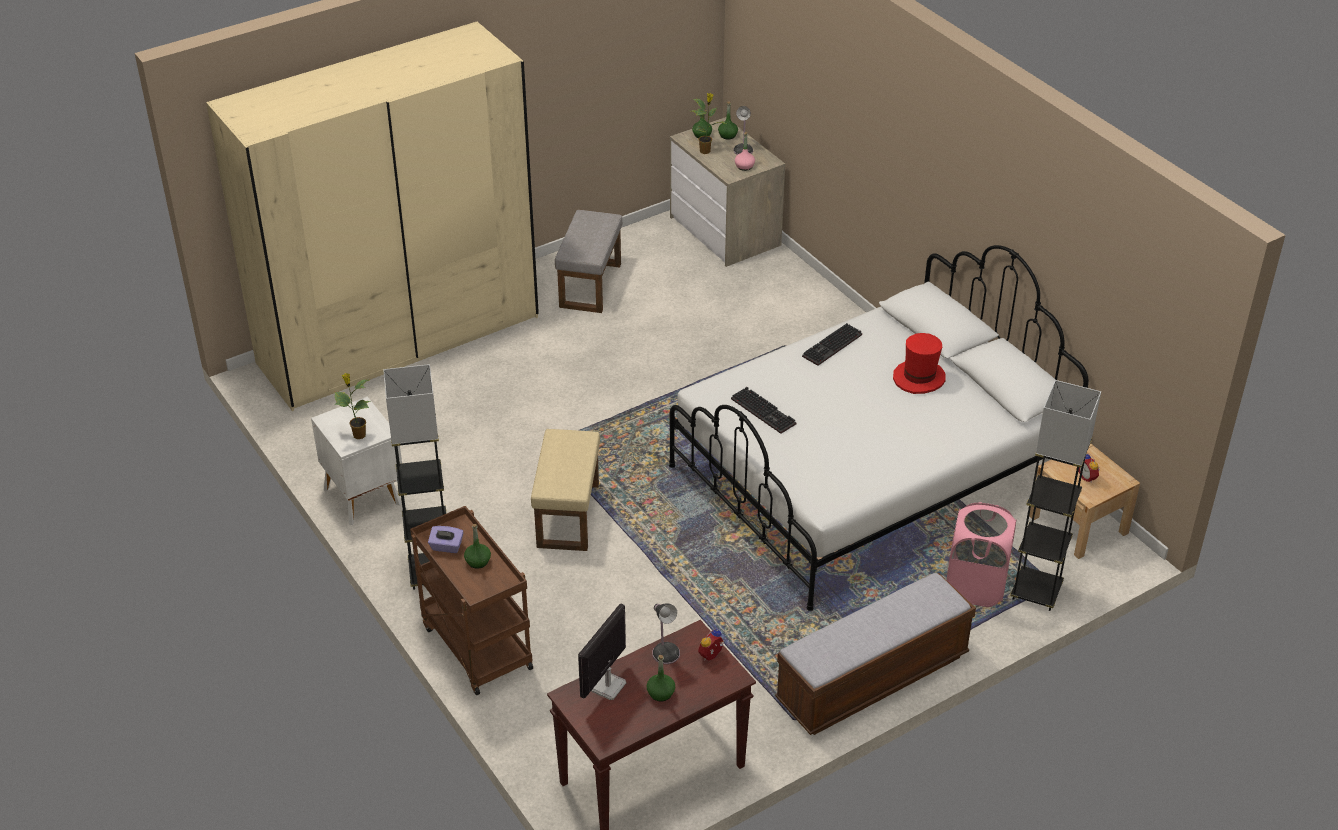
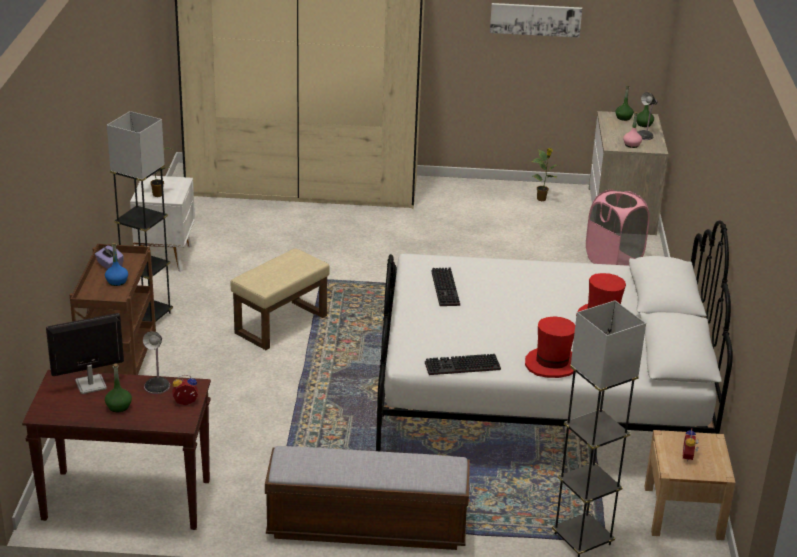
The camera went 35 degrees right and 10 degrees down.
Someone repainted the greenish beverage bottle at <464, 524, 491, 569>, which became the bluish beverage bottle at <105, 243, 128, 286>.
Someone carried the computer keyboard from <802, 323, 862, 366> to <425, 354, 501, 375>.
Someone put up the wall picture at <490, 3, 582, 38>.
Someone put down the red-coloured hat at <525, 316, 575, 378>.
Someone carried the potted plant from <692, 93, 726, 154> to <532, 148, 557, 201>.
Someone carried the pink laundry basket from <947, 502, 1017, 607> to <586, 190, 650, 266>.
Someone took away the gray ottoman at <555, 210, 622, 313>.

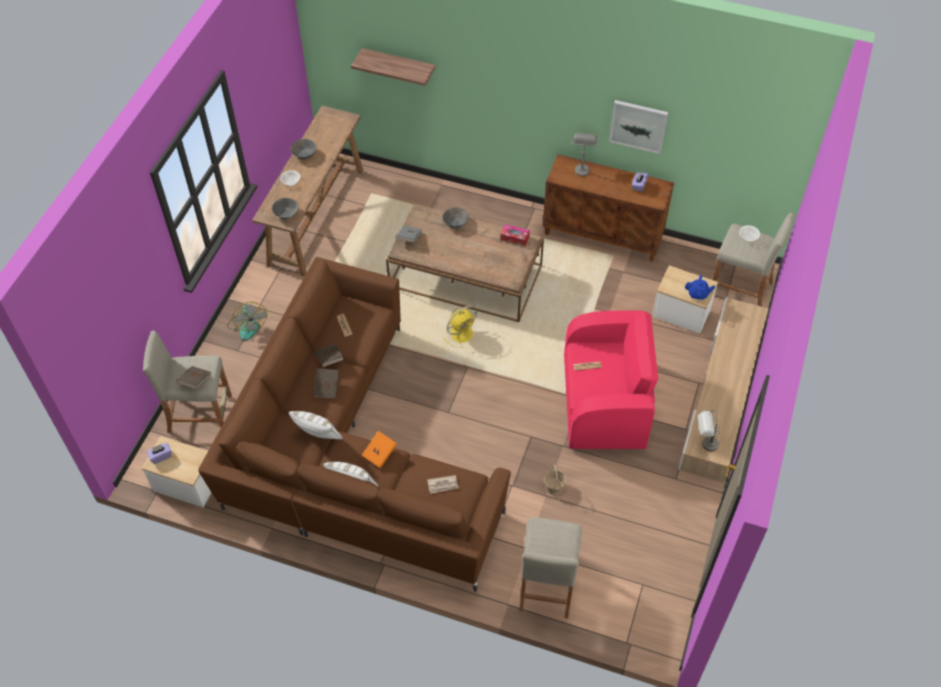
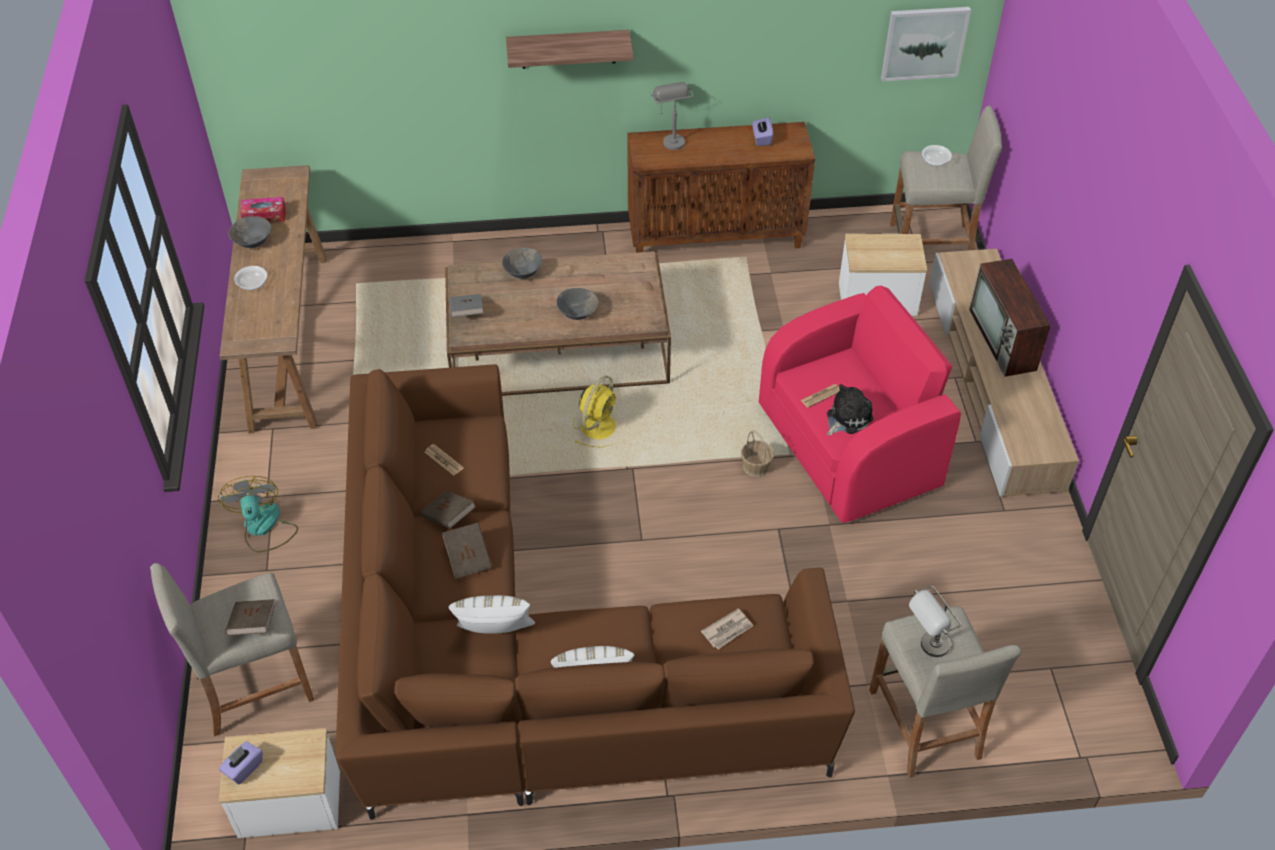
The camera went 25 degrees left and 5 degrees down.
Someone rotated the cooling fan at <227, 302, 267, 340> by 150 degrees counterclockwise.
Someone carried the tissue holder from <500, 224, 530, 246> to <240, 197, 286, 223>.
Someone carried the shelf from <351, 48, 435, 86> to <506, 30, 633, 69>.
Someone carried the gray bowl from <272, 198, 299, 219> to <556, 288, 599, 320>.
Someone carried the household basket from <544, 465, 566, 495> to <741, 430, 774, 477>.
Someone put down the soft toy at <827, 384, 873, 436>.
Someone carried the wall picture from <609, 100, 668, 154> to <881, 7, 971, 82>.
Someone carried the gray lamp for a table from <698, 410, 720, 451> to <909, 586, 961, 657>.
Someone put down the television at <969, 259, 1051, 377>.
Someone took away the orange book at <362, 431, 397, 468>.
Someone took away the bluish tea pot at <685, 275, 715, 300>.

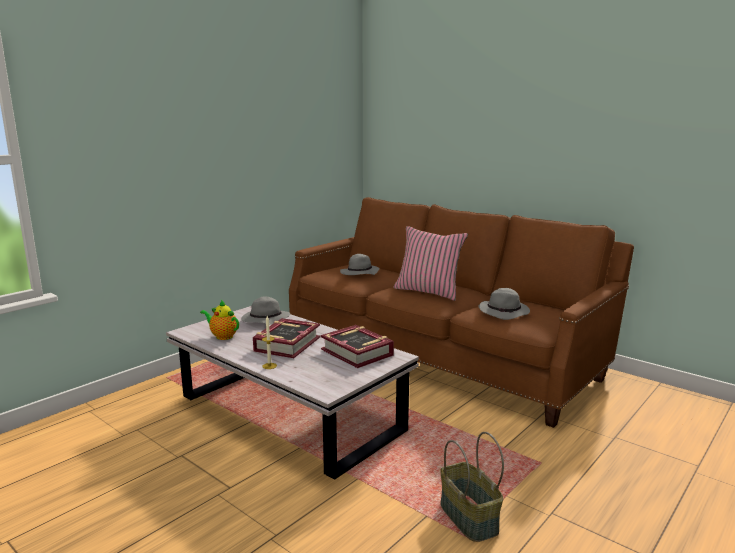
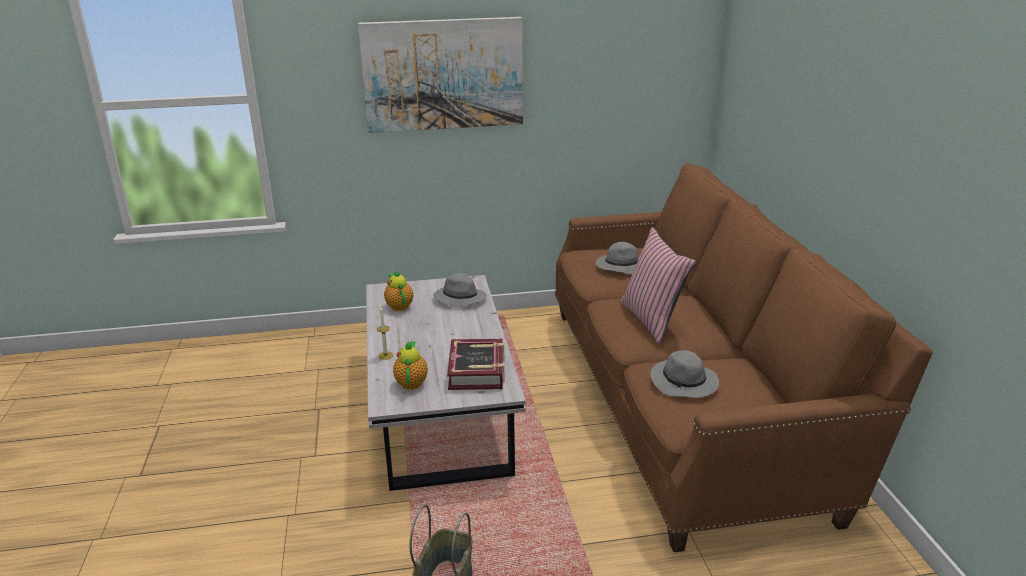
The camera went 40 degrees right and 10 degrees up.
Someone put up the wall picture at <358, 17, 523, 133>.
Someone put down the tea pot at <393, 341, 428, 390>.
Someone took away the book at <253, 318, 320, 358>.

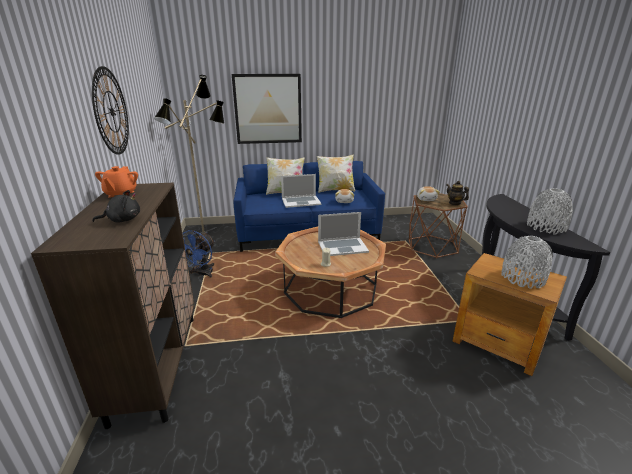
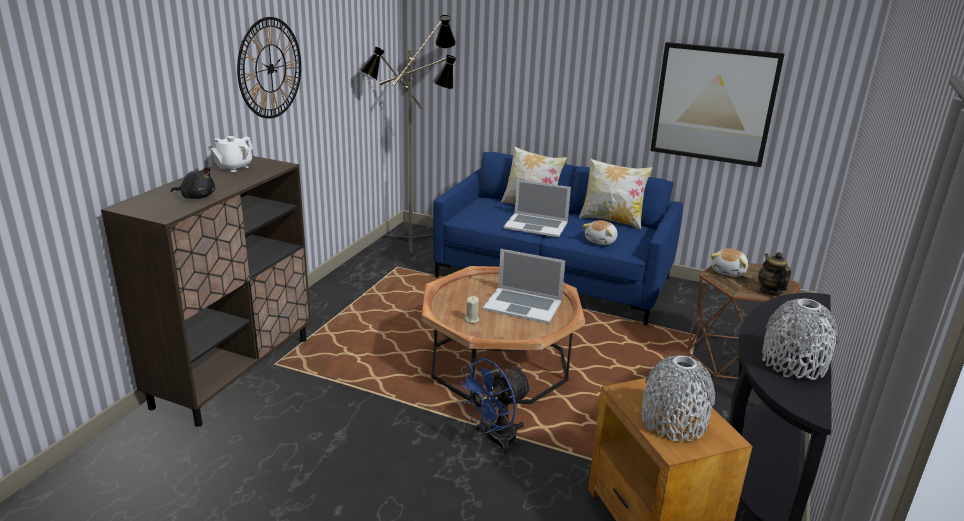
The camera went 30 degrees right and 0 degrees up.
Someone repainted the orange tea pot at <95, 166, 138, 197>, which became the white-coloured tea pot at <210, 136, 253, 172>.
Someone carried the bluish cooling fan from <183, 230, 215, 277> to <457, 358, 532, 455>.
Someone carried the wall picture from <232, 74, 302, 144> to <650, 42, 785, 167>.

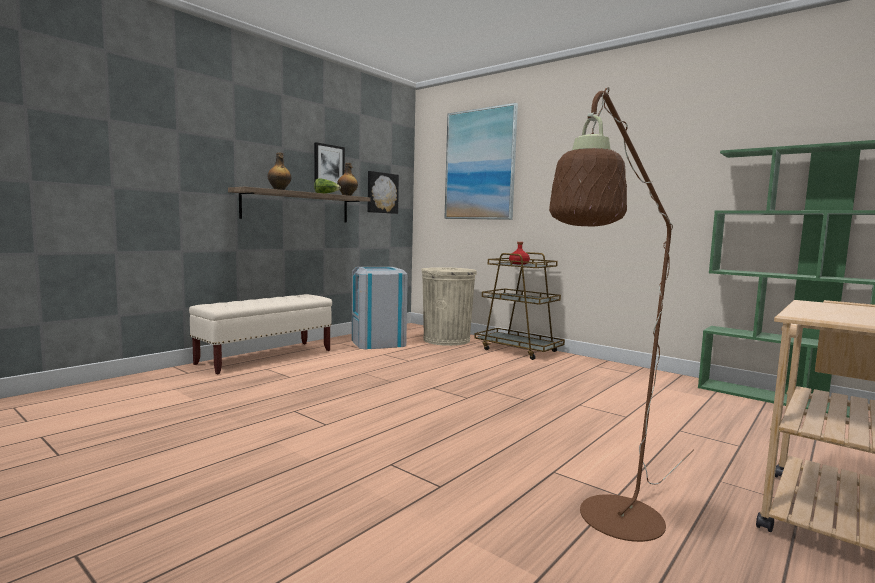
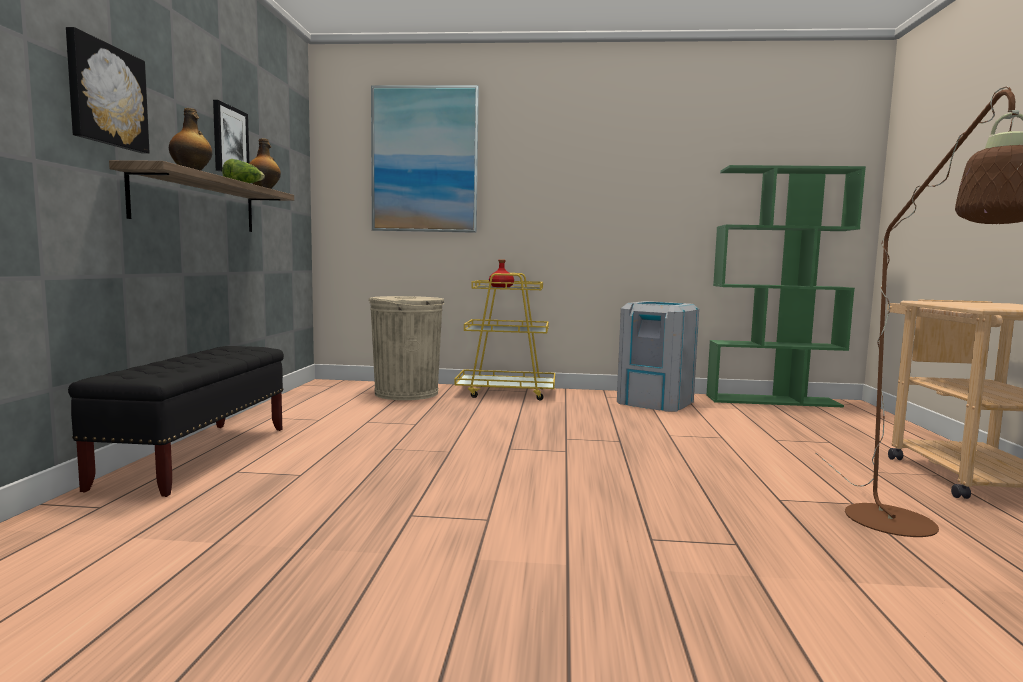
The camera went 35 degrees left and 0 degrees up.
Someone carried the wall picture from <368, 171, 399, 214> to <66, 27, 150, 154>.
Someone repainted the beige bench at <189, 294, 332, 374>, which became the black-coloured bench at <68, 346, 284, 497>.
Someone repainted the brown cart at <474, 252, 565, 360>, which became the yellowish cart at <454, 273, 555, 400>.
Someone carried the gray waste bin from <351, 267, 408, 350> to <617, 301, 699, 412>.

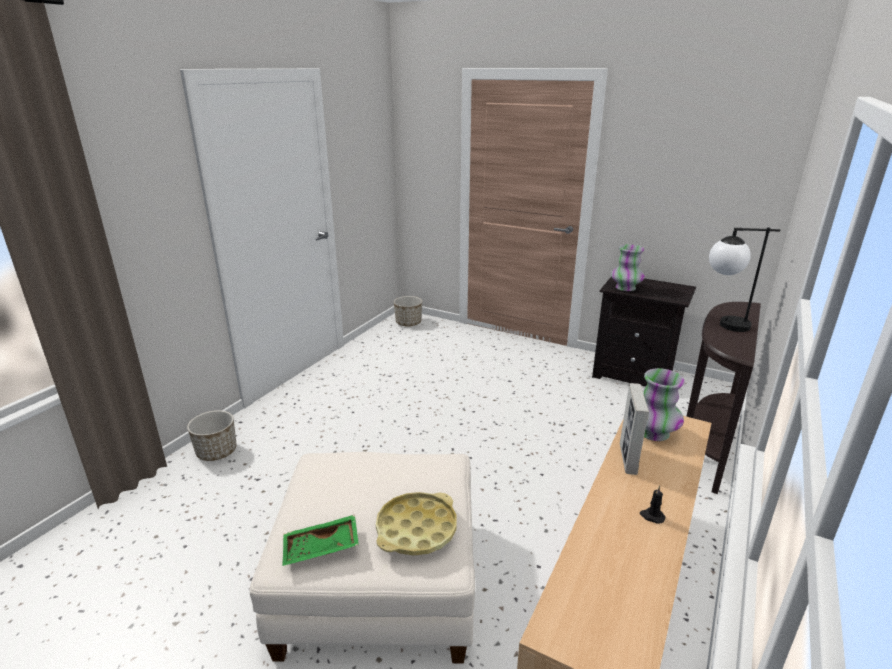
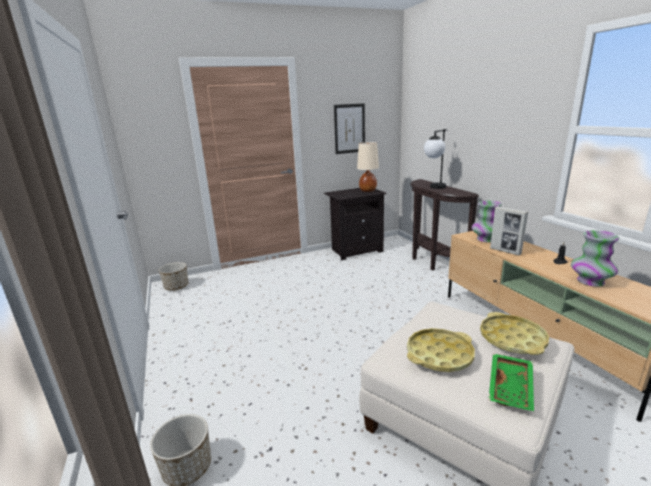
The camera went 50 degrees left and 5 degrees down.
Someone put up the wall picture at <334, 103, 365, 154>.
Someone put down the beige lamp for a table at <357, 142, 379, 192>.
Someone put down the yellowish serving tray at <407, 328, 475, 372>.
Someone carried the decorative vase from <611, 244, 645, 291> to <571, 230, 619, 287>.

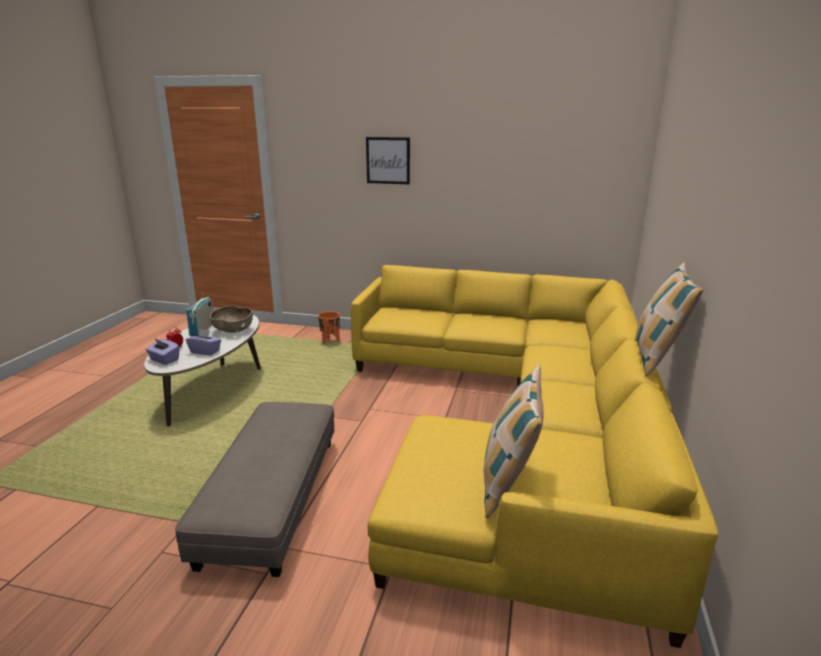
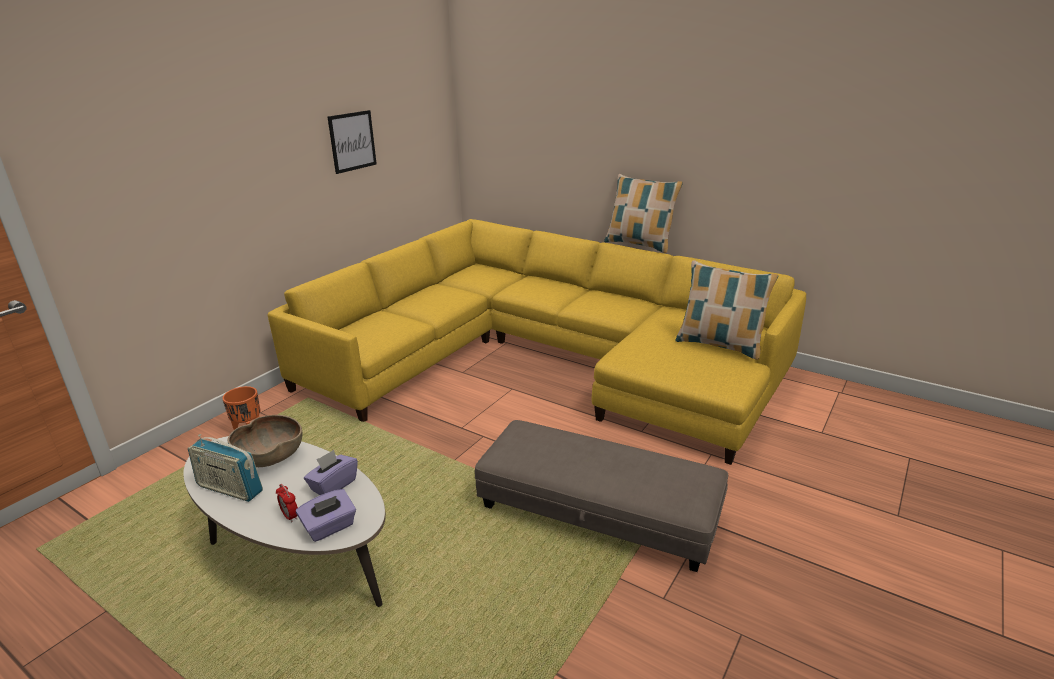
The camera went 70 degrees left and 5 degrees up.
Someone carried the wall picture from <366, 137, 410, 184> to <328, 110, 377, 174>.

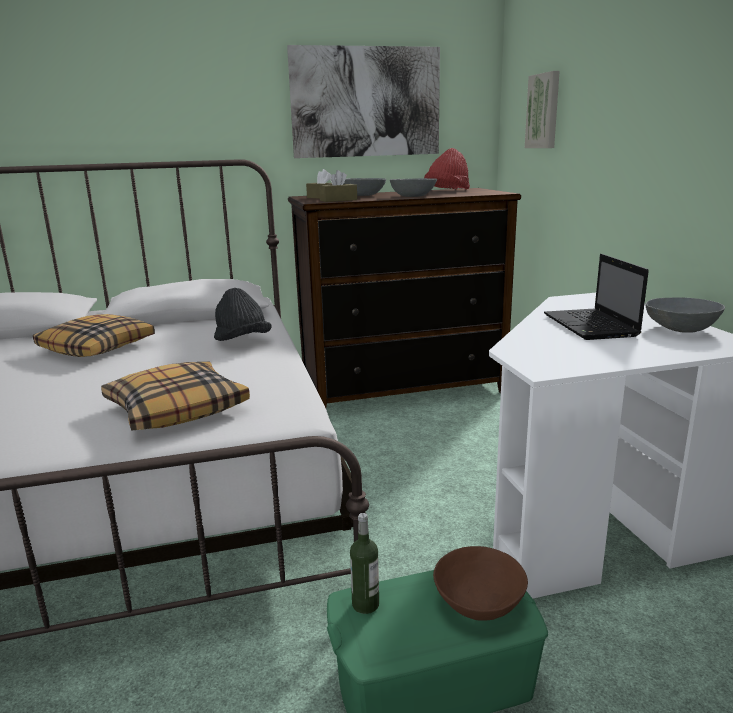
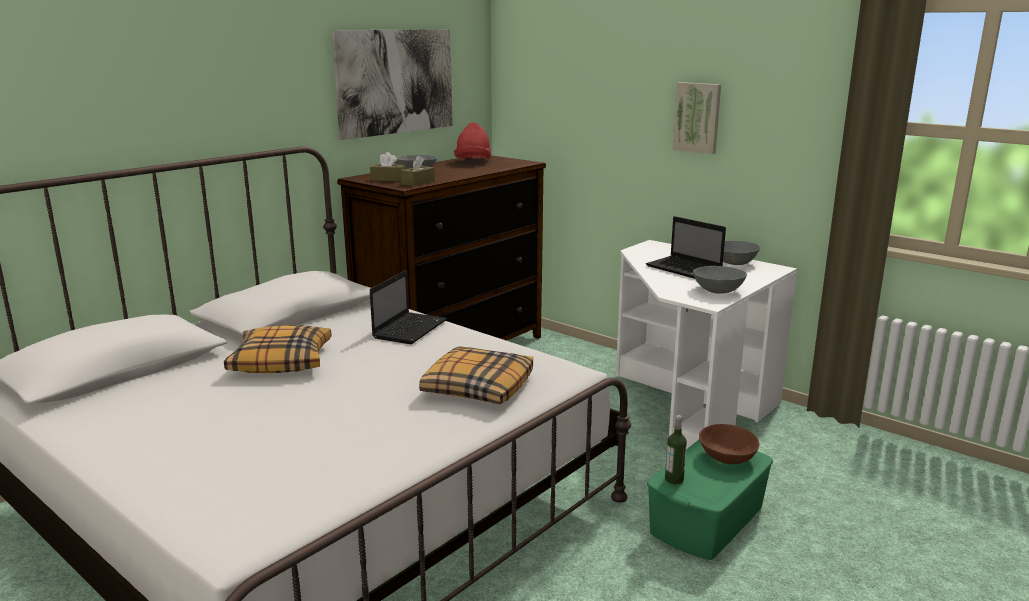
The camera went 35 degrees left and 0 degrees up.
Someone swapped the black-coloured hat at <214, 288, 272, 341> for the laptop at <370, 270, 447, 344>.
Someone carried the wall picture from <525, 71, 560, 148> to <673, 82, 721, 154>.
Someone carried the gray bowl from <390, 178, 437, 197> to <693, 266, 747, 294>.

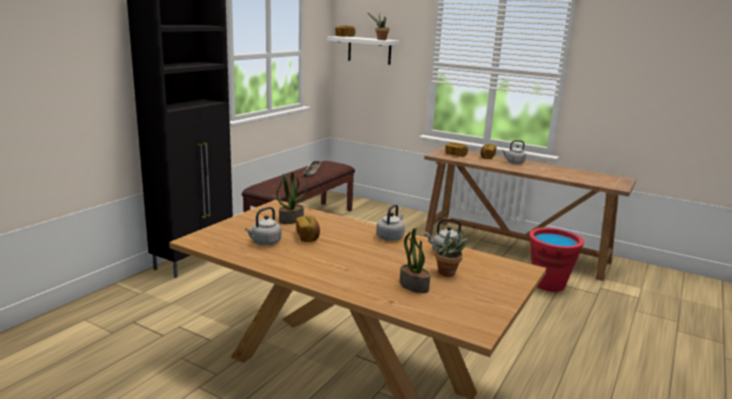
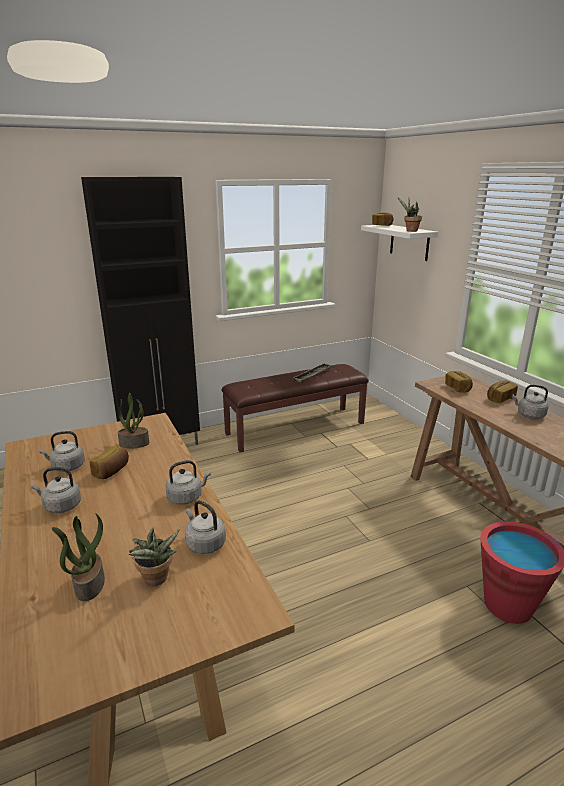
The camera went 35 degrees right and 5 degrees up.
Someone put down the gray water kettle at <31, 467, 81, 513>.

